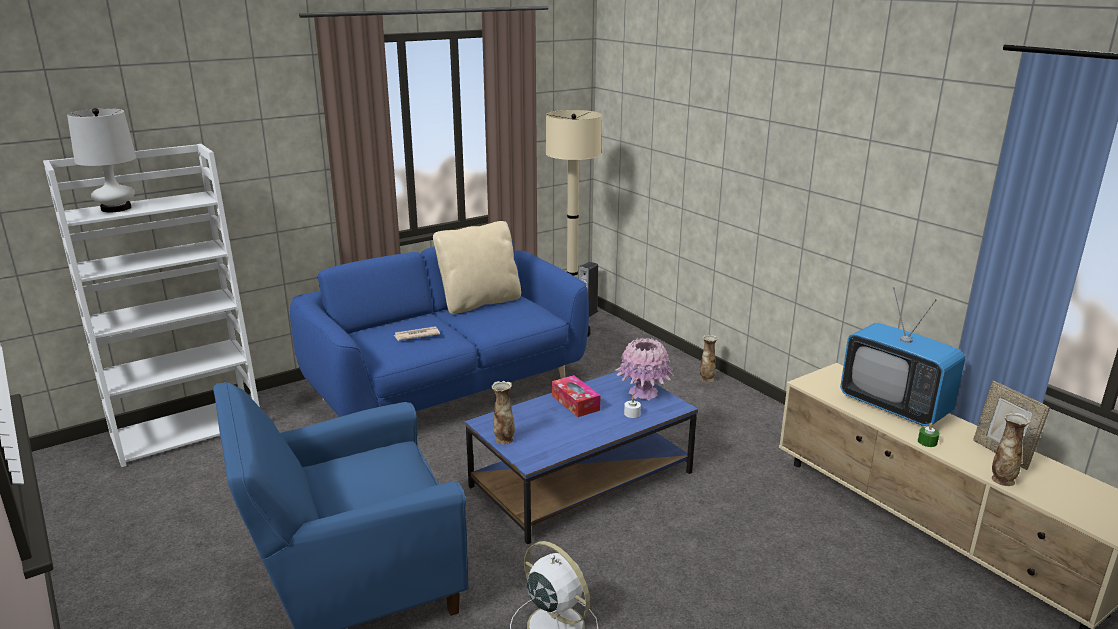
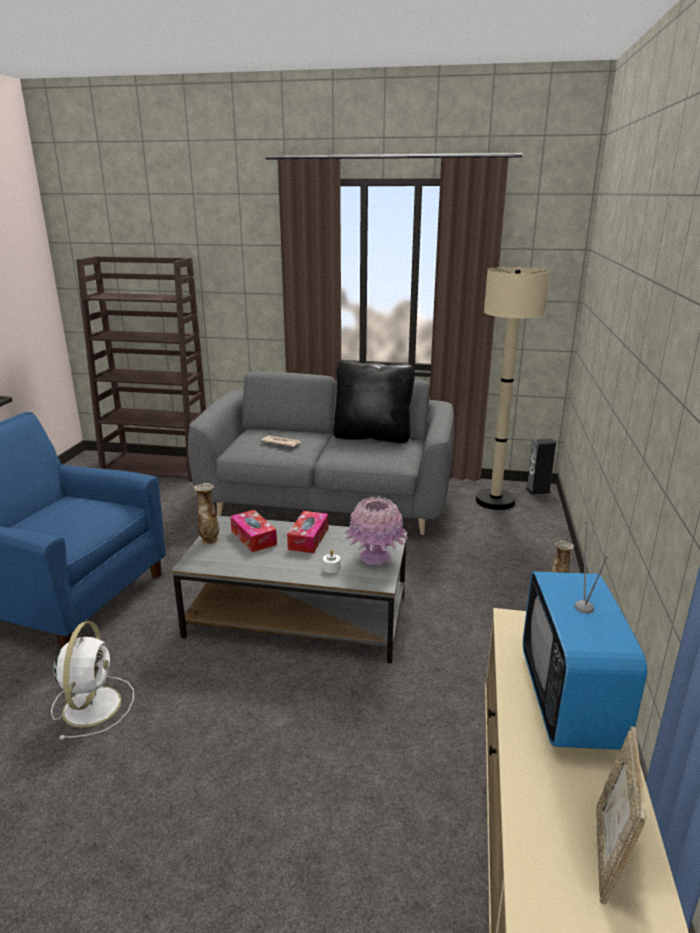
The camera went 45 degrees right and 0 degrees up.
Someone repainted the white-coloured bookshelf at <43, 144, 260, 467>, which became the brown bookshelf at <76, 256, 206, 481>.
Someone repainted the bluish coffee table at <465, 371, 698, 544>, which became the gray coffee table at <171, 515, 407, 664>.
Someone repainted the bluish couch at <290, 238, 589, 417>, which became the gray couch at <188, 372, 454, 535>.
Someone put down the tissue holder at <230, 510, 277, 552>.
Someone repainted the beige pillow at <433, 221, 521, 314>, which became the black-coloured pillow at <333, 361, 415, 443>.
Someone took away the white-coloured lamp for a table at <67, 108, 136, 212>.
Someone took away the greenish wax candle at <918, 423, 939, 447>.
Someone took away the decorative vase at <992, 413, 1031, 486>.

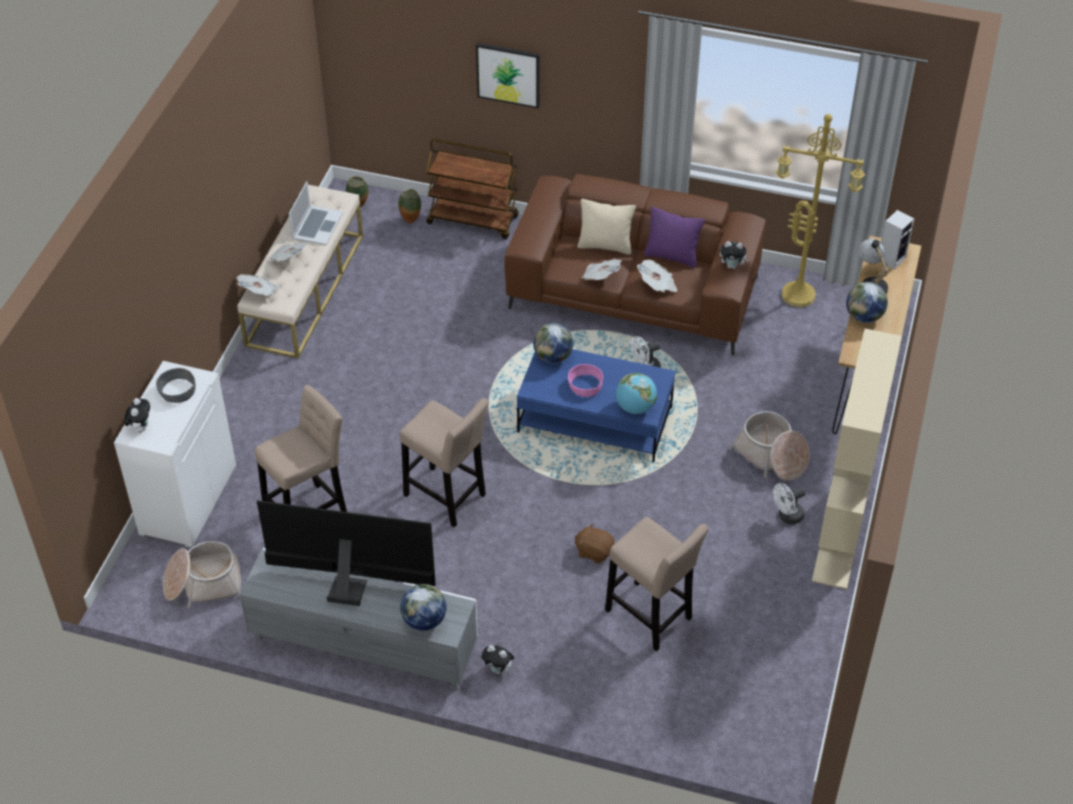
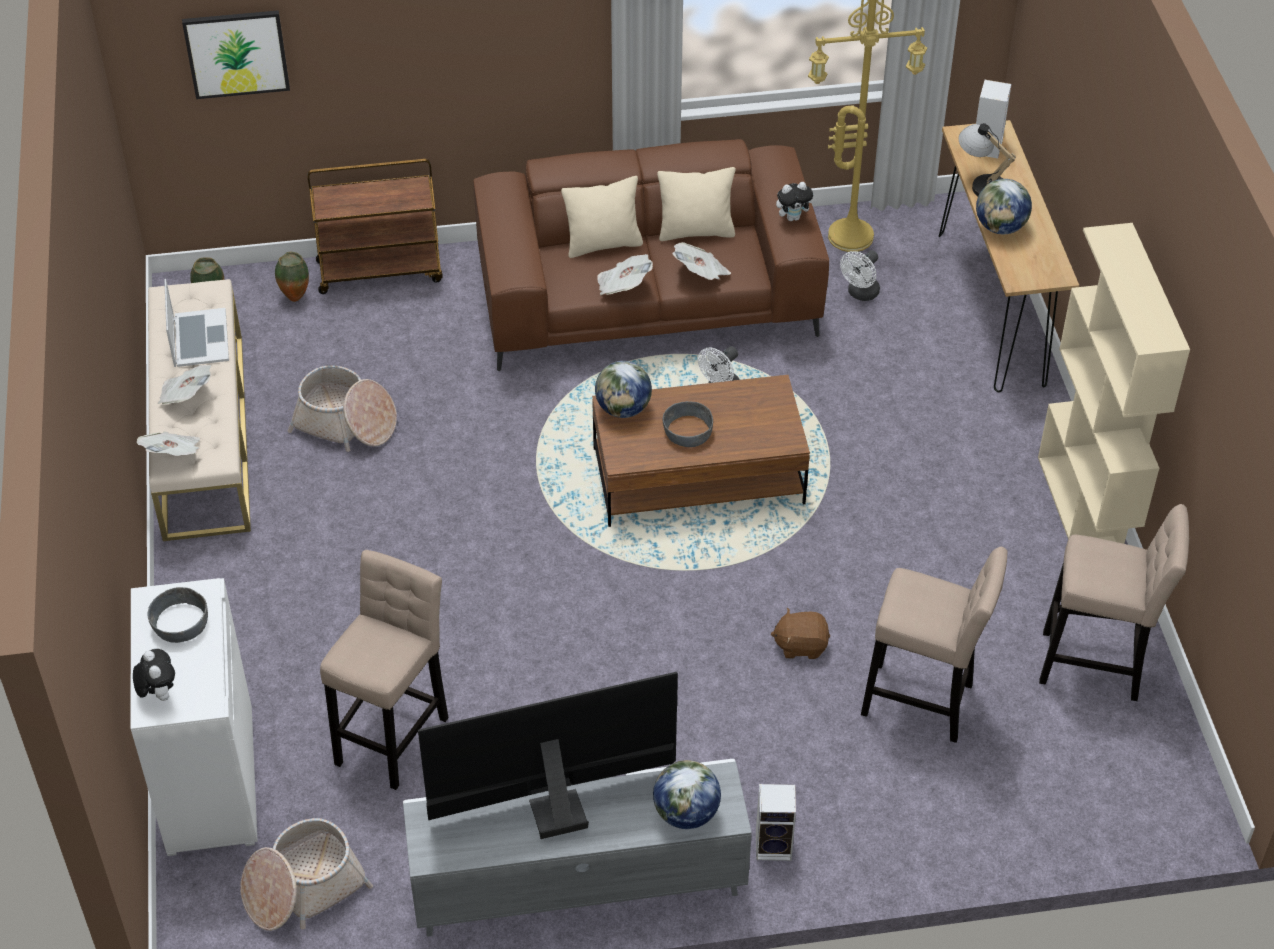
The camera went 25 degrees left and 0 degrees up.
Someone carried the wall picture from <476, 43, 540, 109> to <182, 10, 290, 99>.
Someone carried the household basket from <729, 411, 810, 481> to <288, 365, 397, 452>.
Someone repainted the bluish coffee table at <517, 349, 675, 462>, which became the brown coffee table at <592, 375, 810, 527>.
Someone repainted the purple pillow at <644, 207, 705, 268>, which became the beige pillow at <657, 167, 736, 241>.
Someone repainted the pink bowl at <568, 364, 603, 397>, which became the gray bowl at <663, 401, 713, 447>.
Someone swapped the soft toy at <481, 645, 514, 674> for the loudspeaker at <756, 784, 796, 861>.
Someone carried the white-coloured cooling fan from <773, 483, 806, 524> to <840, 250, 880, 301>.
Someone carried the beige stool from <400, 398, 489, 527> to <1039, 504, 1190, 701>.
Someone took away the world globe at <616, 373, 657, 414>.

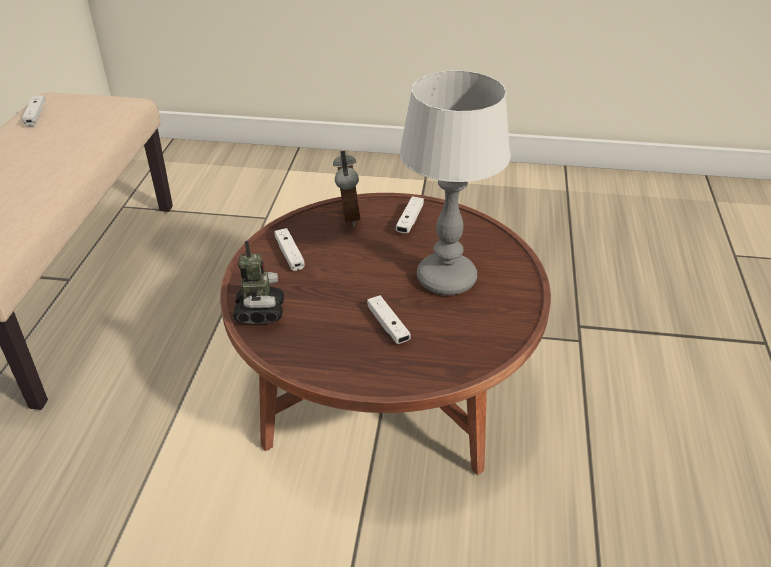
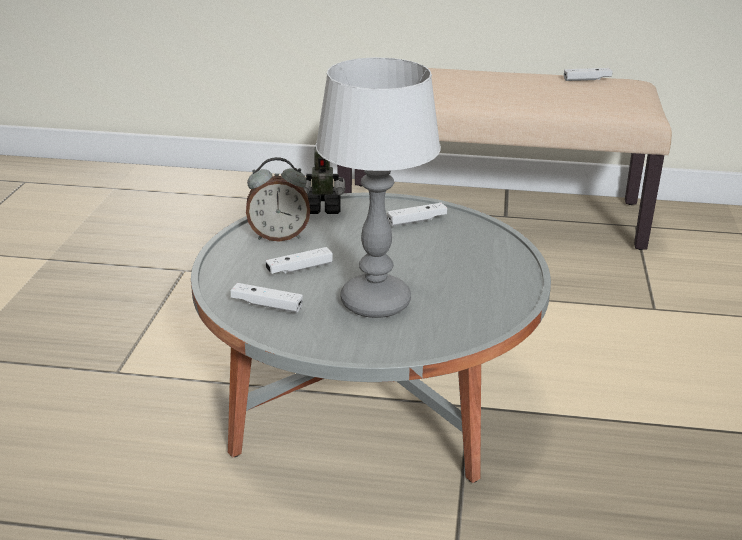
The camera went 90 degrees right and 10 degrees down.
Someone repainted the brown coffee table at <220, 193, 551, 475>, which became the gray coffee table at <191, 193, 551, 483>.
Someone carried the white-coloured game controller from <396, 196, 424, 233> to <231, 283, 303, 313>.
Someone carried the alarm clock from <333, 151, 361, 227> to <246, 157, 310, 242>.

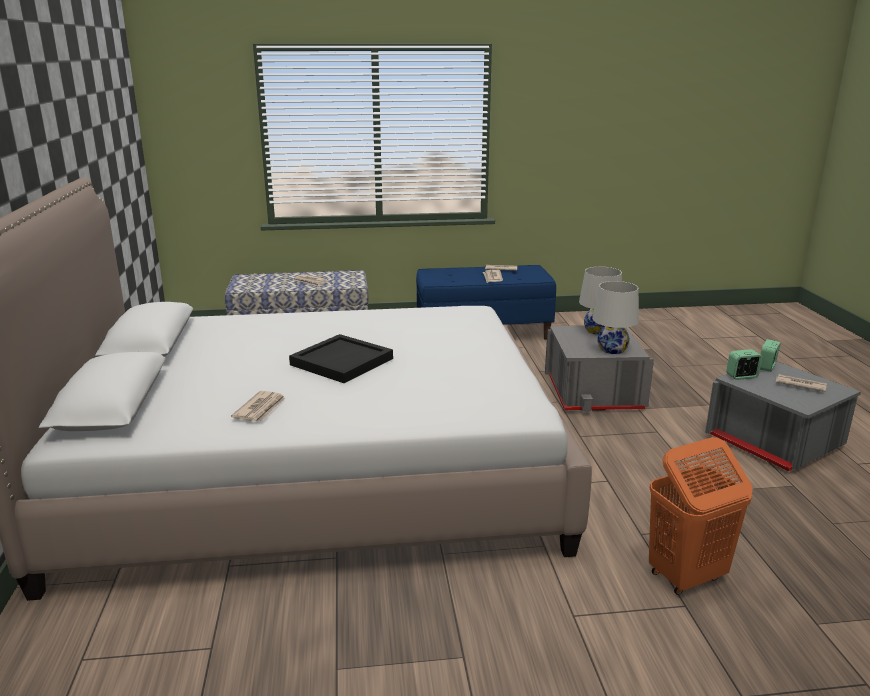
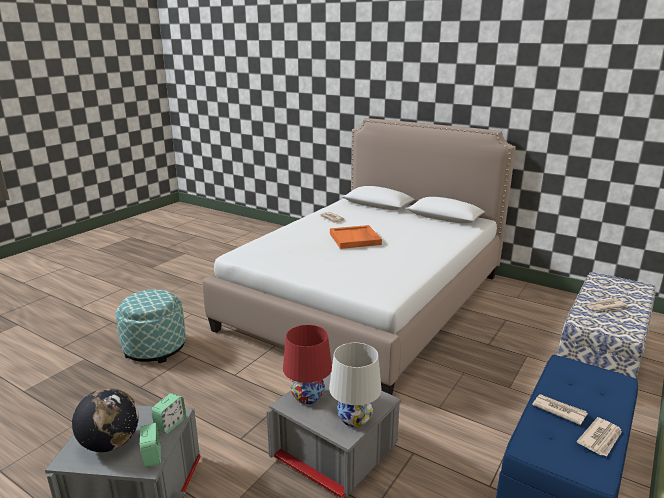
The camera went 130 degrees right and 0 degrees up.
Someone swapped the daily paper at <776, 374, 827, 392> for the world globe at <72, 388, 139, 452>.
Someone swapped the orange laundry basket at <649, 437, 753, 595> for the ottoman at <116, 289, 186, 363>.
Someone repainted the white-coloured lamp for a table at <592, 281, 639, 354>, which became the red-coloured lamp for a table at <283, 325, 332, 404>.
Someone repainted the black-coloured serving tray at <289, 334, 393, 383>, which became the orange serving tray at <330, 225, 382, 249>.

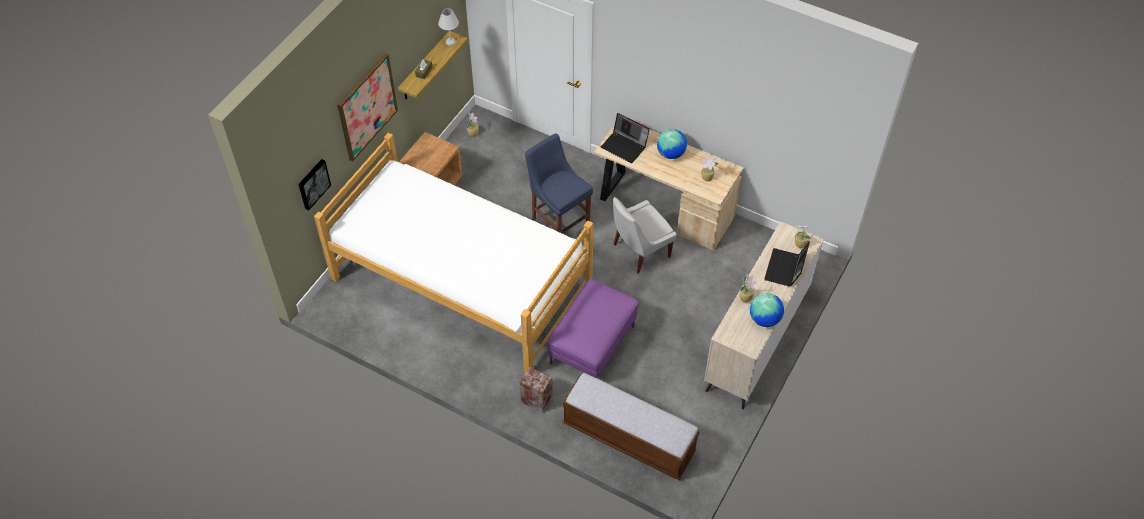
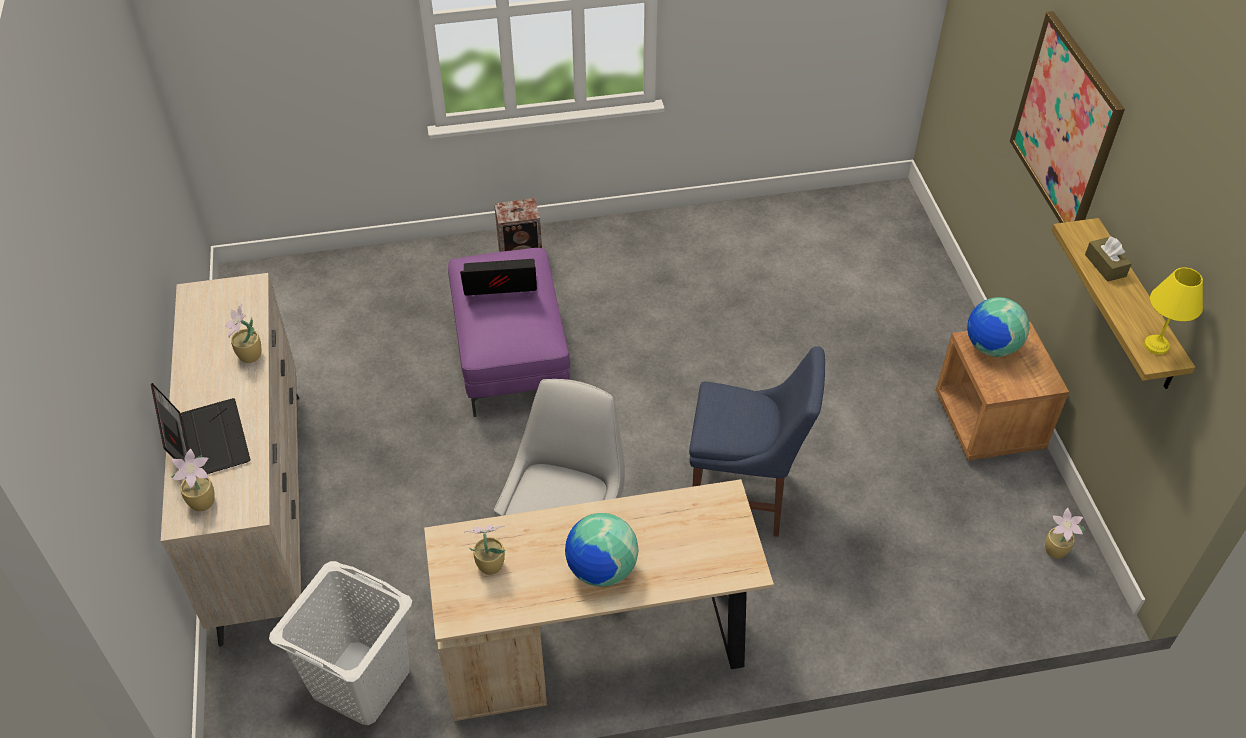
The camera went 140 degrees right and 5 degrees down.
Someone put down the white-coloured laundry basket at <269, 561, 412, 725>.
Someone carried the laptop from <601, 113, 649, 163> to <460, 259, 537, 296>.
Someone carried the world globe from <750, 293, 784, 327> to <967, 297, 1029, 357>.
Someone repainted the white-coloured lamp for a table at <438, 8, 459, 46>, which became the yellowish lamp for a table at <1144, 267, 1203, 355>.
Someone took away the wall picture at <298, 159, 331, 210>.
Someone took away the bed at <314, 133, 594, 374>.
Someone took away the bench at <563, 373, 700, 480>.

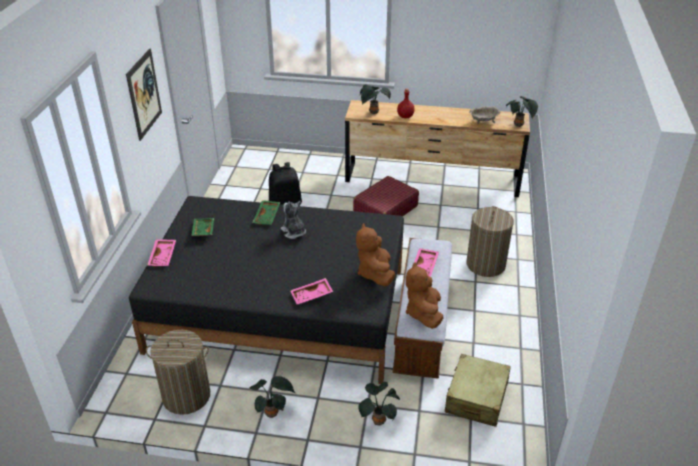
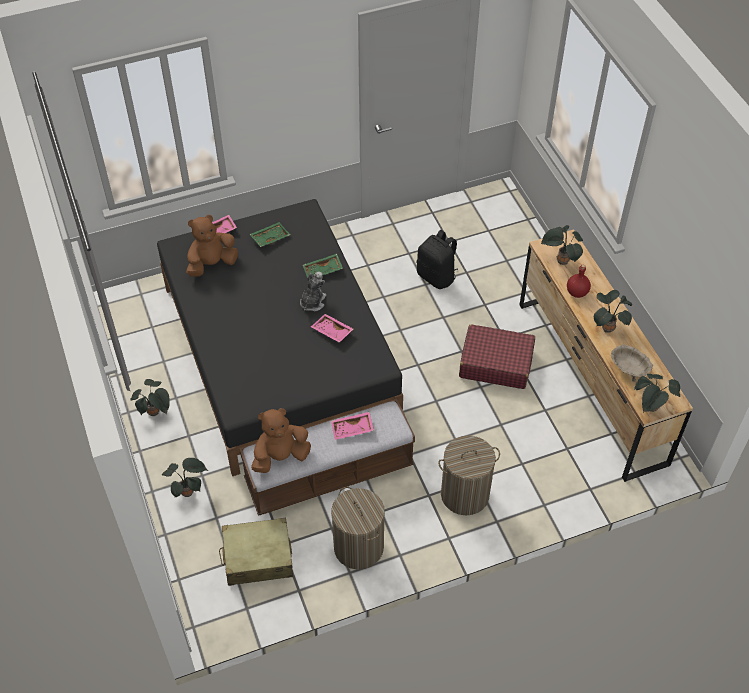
The camera went 60 degrees right and 15 degrees up.
Someone carried the brown soft toy from <356, 223, 395, 286> to <186, 215, 238, 276>.
Someone carried the pink serving tray from <291, 278, 333, 304> to <311, 314, 353, 343>.
Someone carried the laundry basket from <146, 330, 210, 415> to <331, 486, 385, 570>.
Someone put down the potted plant at <594, 290, 632, 333>.
Someone took away the wall picture at <126, 49, 162, 141>.

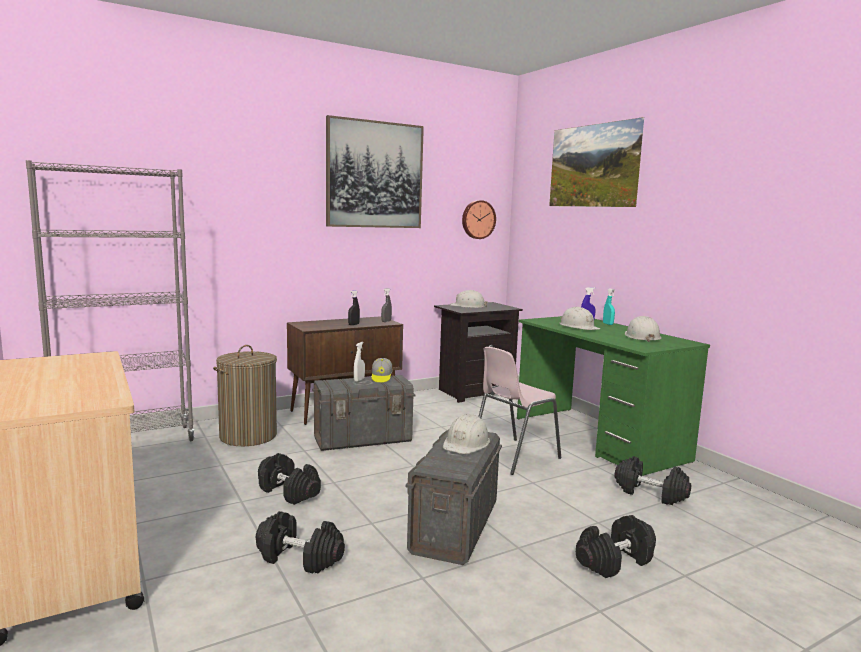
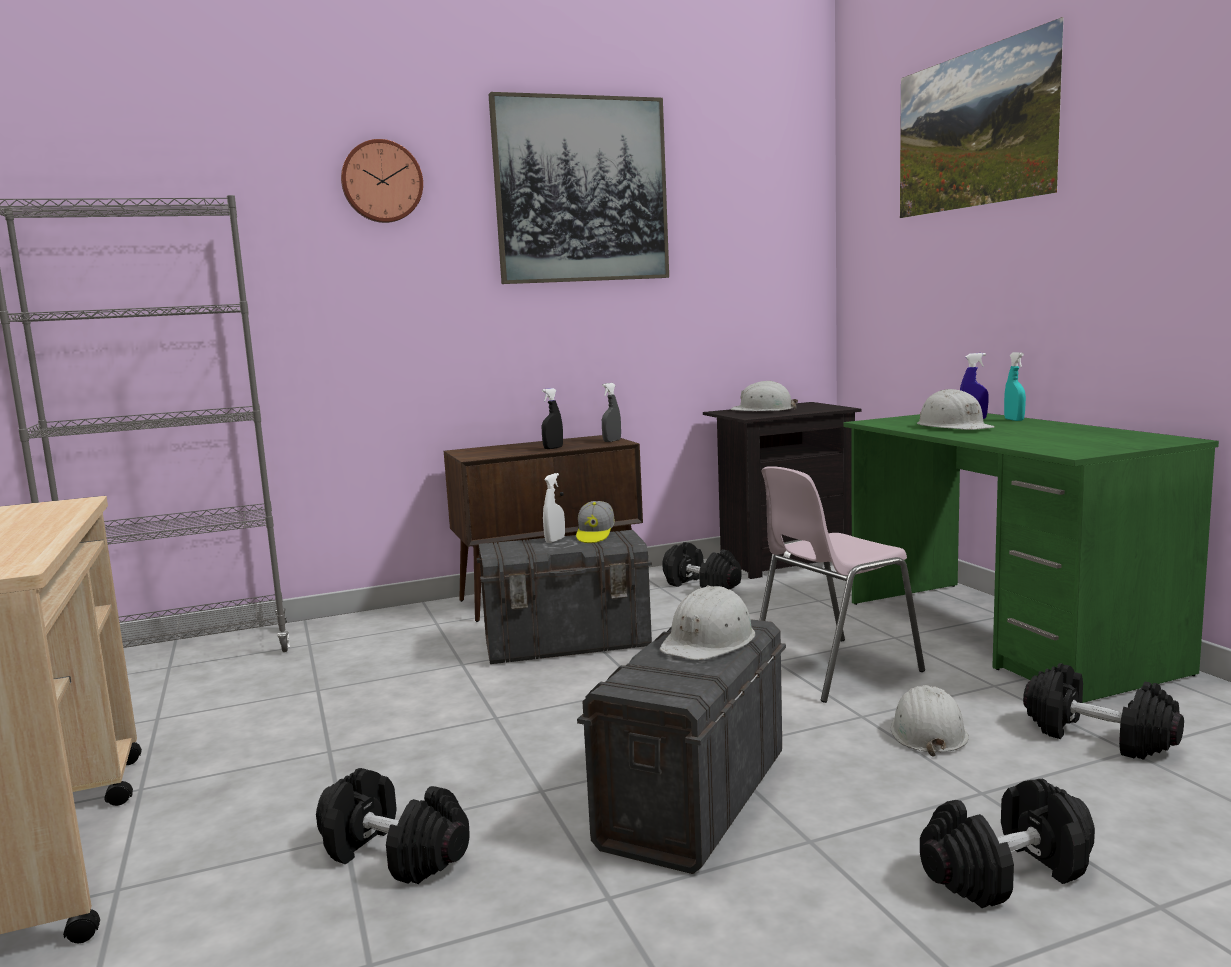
The camera went 10 degrees right and 0 degrees up.
Someone carried the clock on the wall from <462, 200, 496, 239> to <341, 139, 423, 223>.
Someone carried the black-coloured hand weight from <258, 453, 321, 505> to <662, 542, 741, 589>.
Someone carried the white-coloured work helmet from <625, 316, 661, 342> to <891, 685, 969, 757>.
Someone took away the laundry basket at <213, 345, 277, 446>.

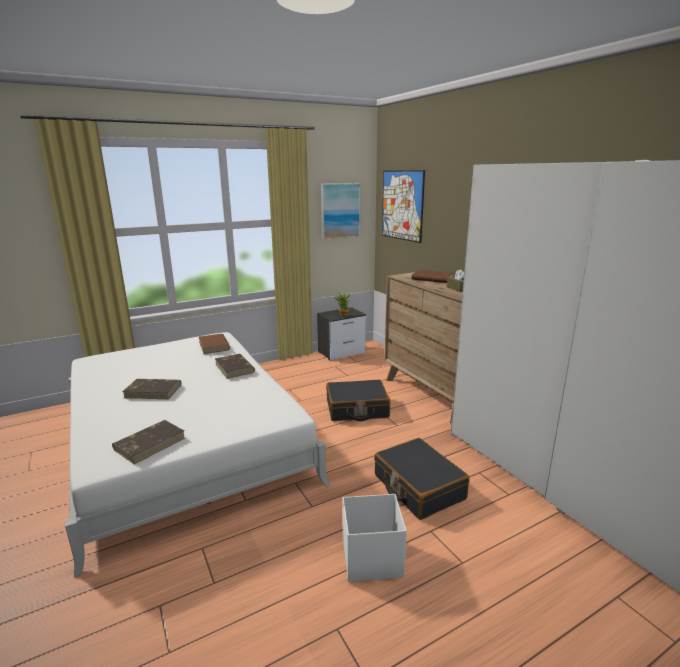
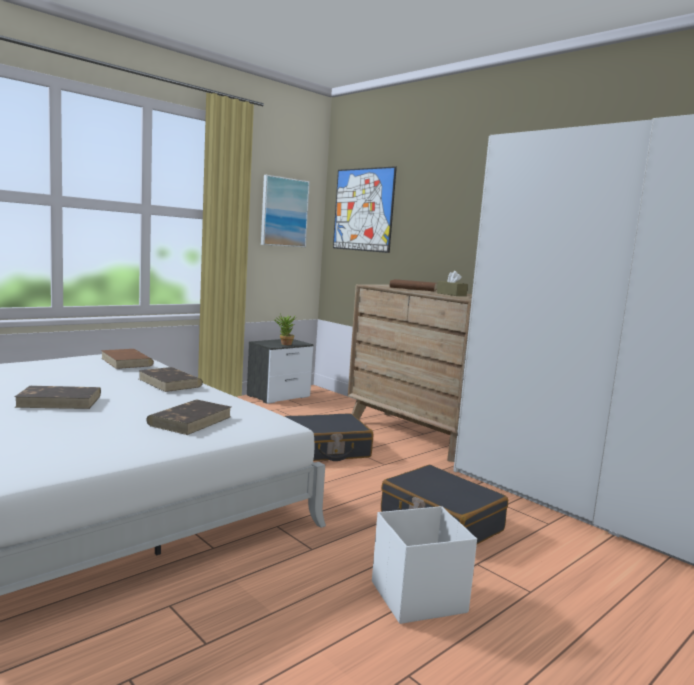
The camera went 15 degrees left and 10 degrees down.
Someone carried the brown book from <112, 420, 185, 464> to <146, 400, 231, 435>.

